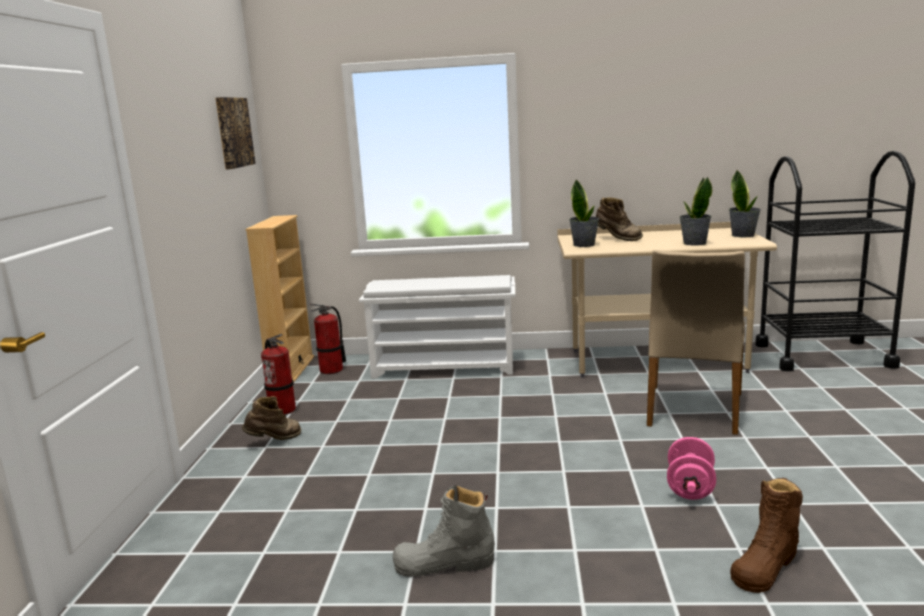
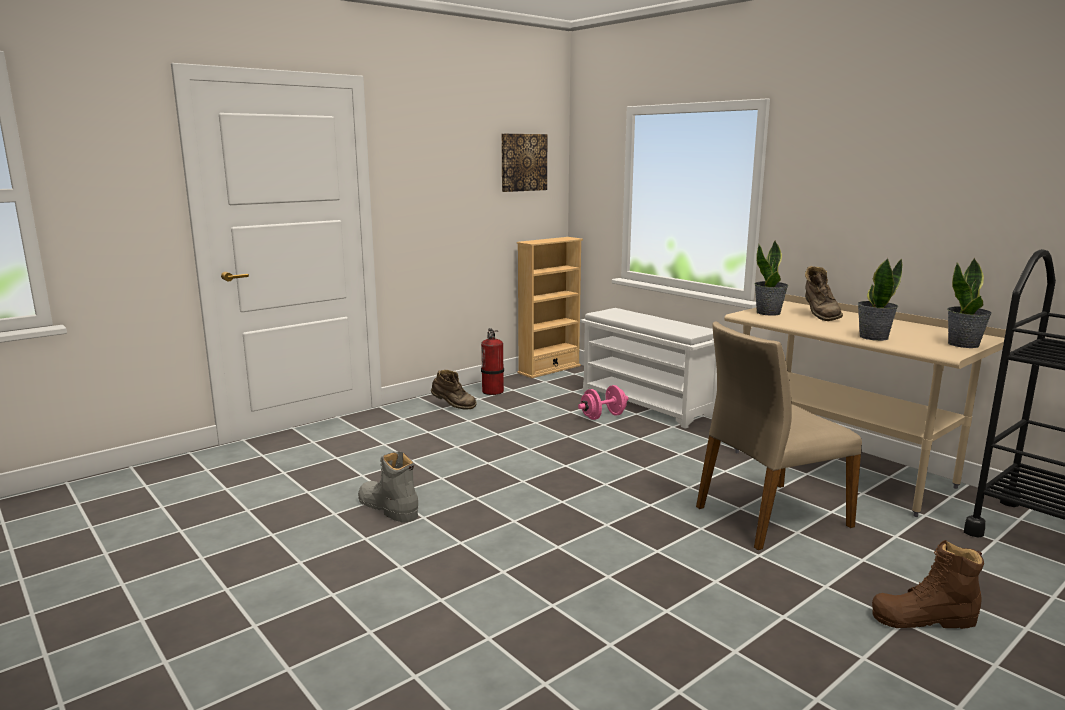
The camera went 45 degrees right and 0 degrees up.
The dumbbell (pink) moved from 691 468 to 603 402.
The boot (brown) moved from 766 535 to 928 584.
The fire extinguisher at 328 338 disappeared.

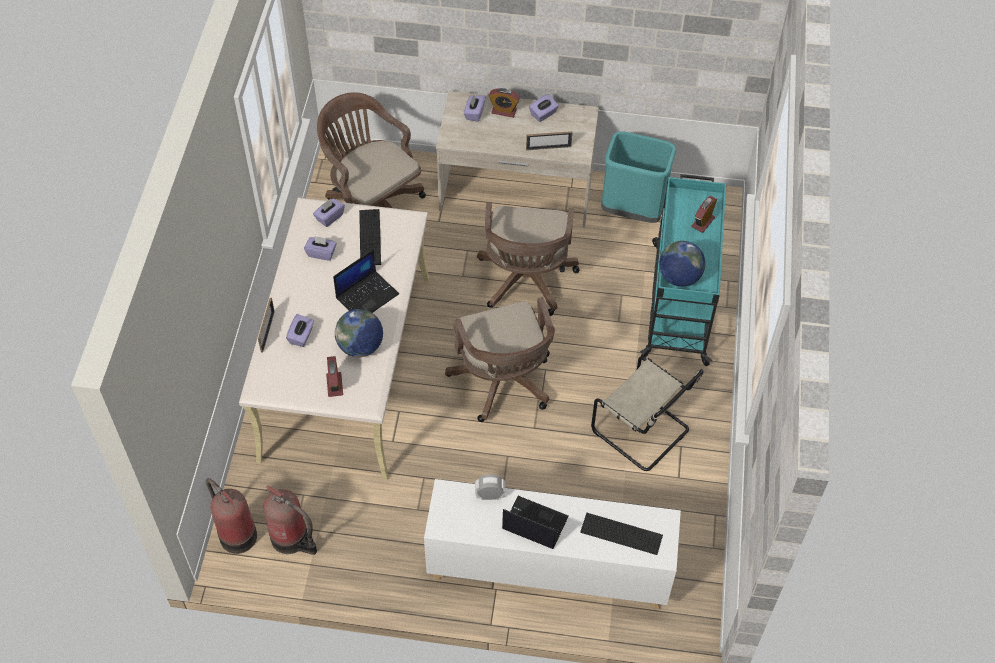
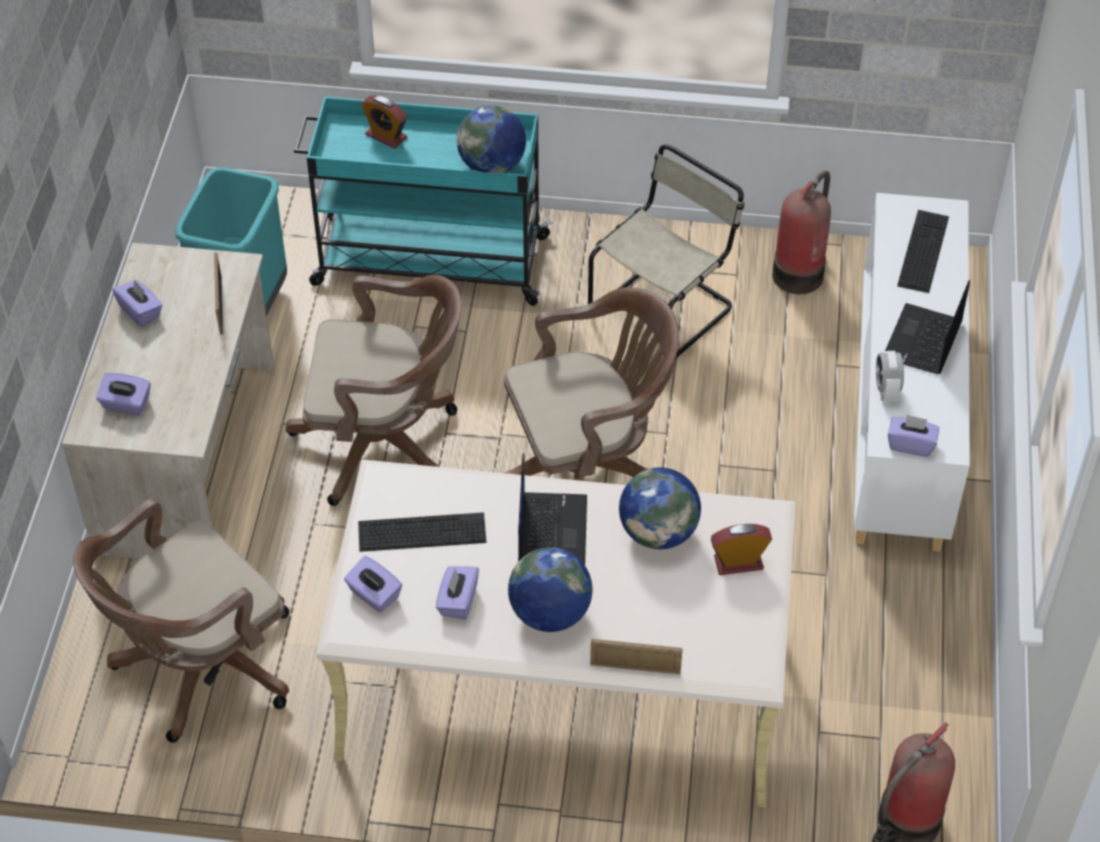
The camera went 90 degrees left and 5 degrees down.
The globe at 550 589 appeared.
The laptop at 366 281 turned 45 degrees clockwise.
The fire extinguisher moved from 290 520 to 801 232.
The tissue box (purple) moved from 300 330 to 913 435.
The alarm clock at 504 103 disappeared.

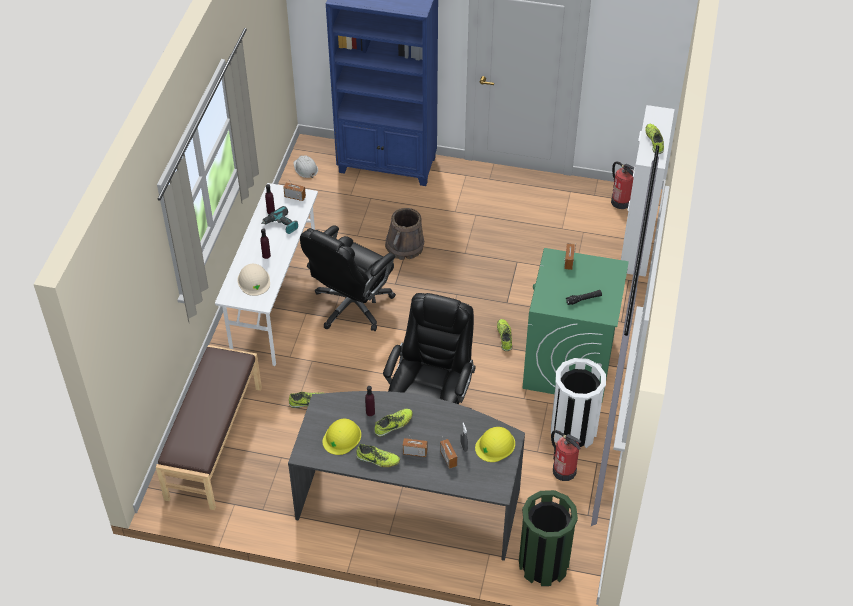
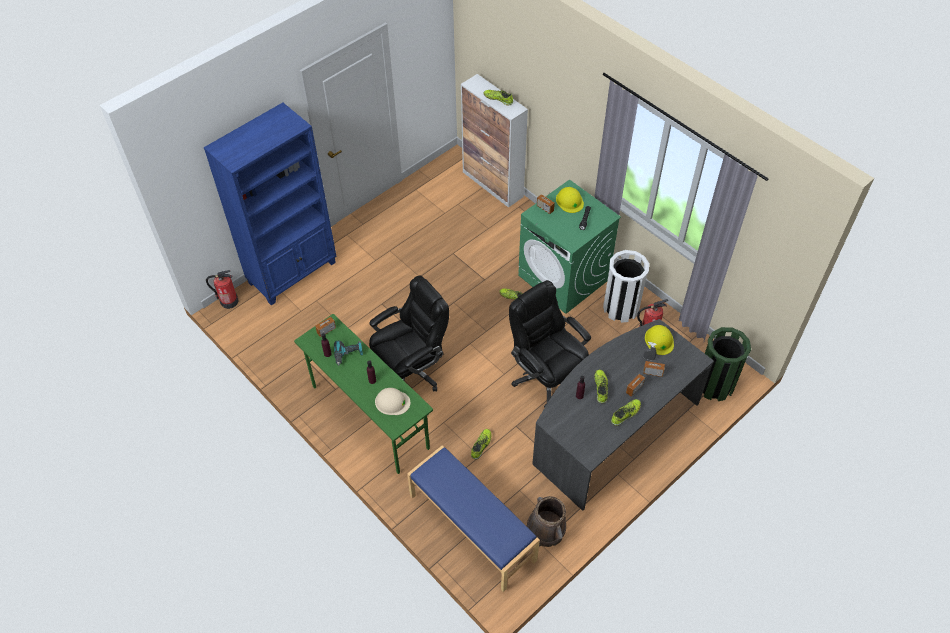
The camera went 55 degrees left and 5 degrees up.
The fire extinguisher moved from 622 185 to 222 289.
The desk (white) at 266 274 became the desk (green) at 363 394.
The office chair (black) at 348 278 turned 105 degrees counterclockwise.
The bench (brown) at 209 427 became the bench (blue) at 473 518.
The bucket (brown) moved from 404 234 to 546 521.
The hard hat (yellow) moved from 342 437 to 570 200.
The hard hat (white) at 305 166 disappeared.

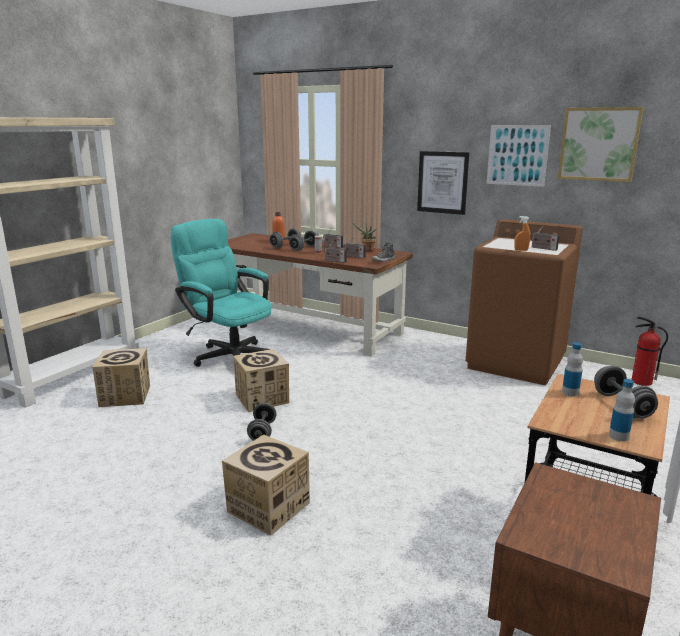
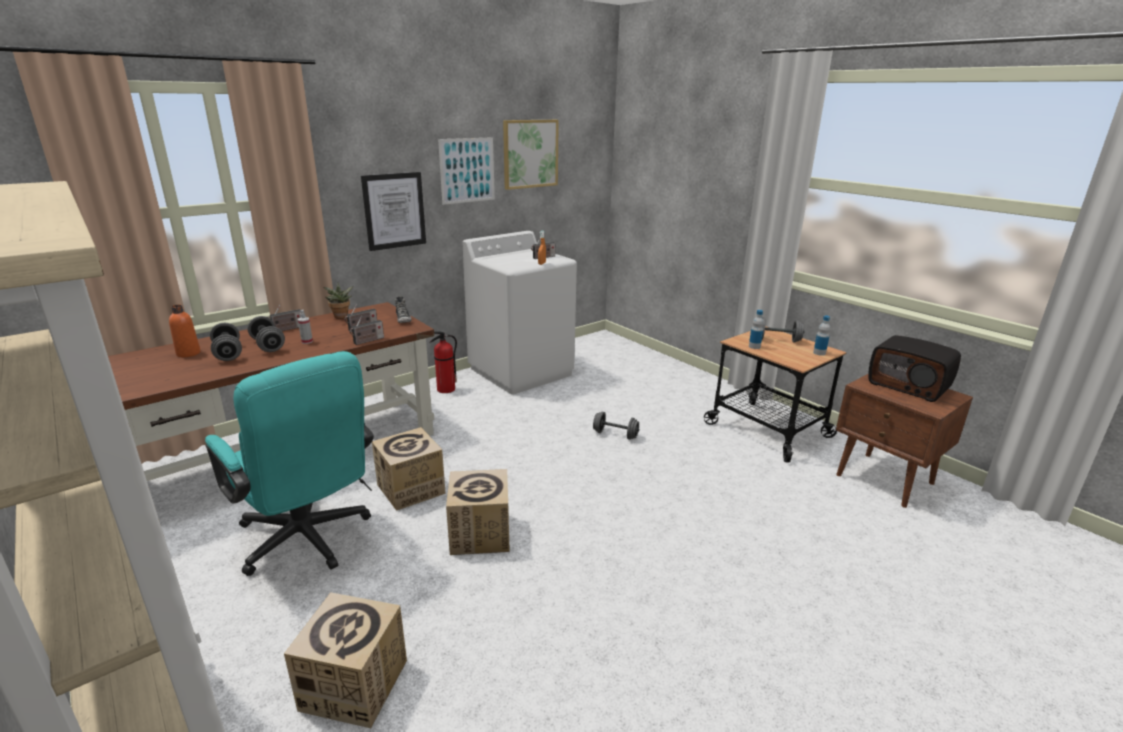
The camera went 70 degrees left and 5 degrees up.
The office chair (turquoise) at 221 293 turned 105 degrees counterclockwise.
The cardboard box moved from 266 485 to 409 469.
The fire extinguisher moved from 650 351 to 443 362.
The washing machine (brown) at 524 302 became the washing machine (white) at 520 313.
The dumbbell (grey) moved from 262 422 to 616 426.
The radio at 914 368 appeared.

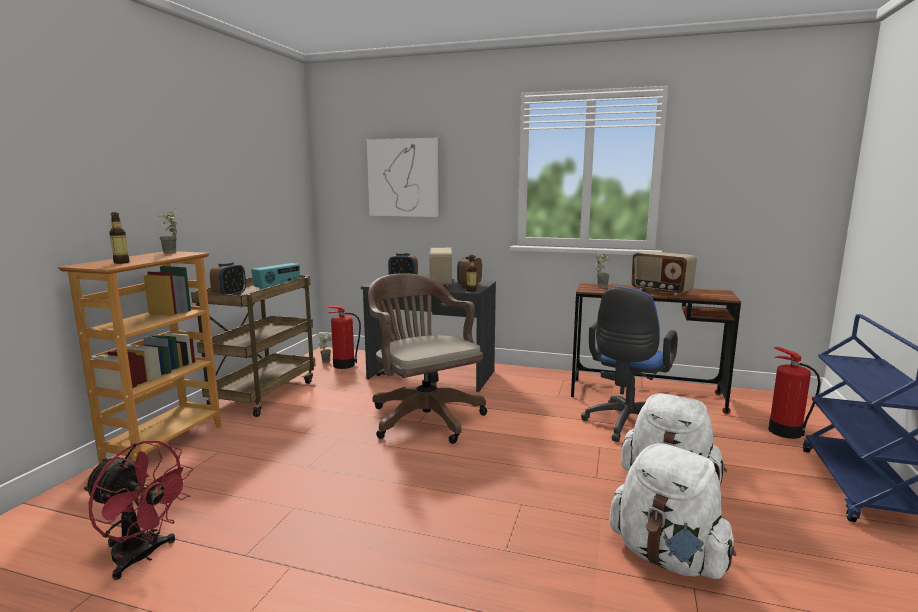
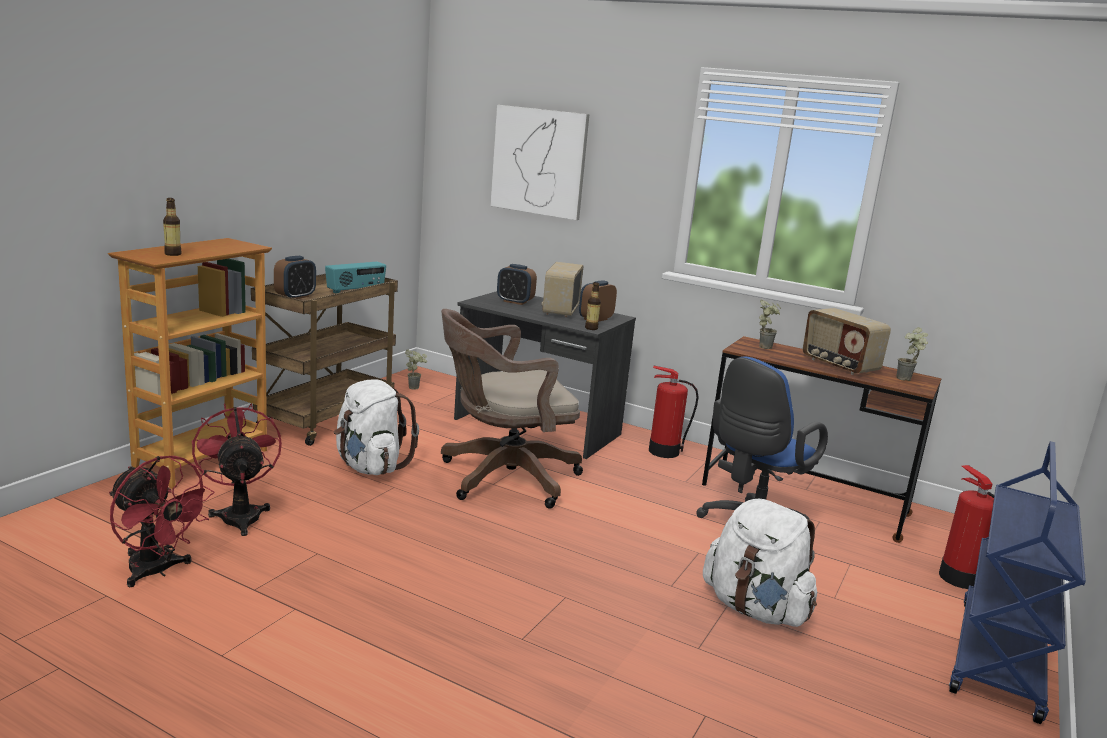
The camera went 10 degrees right and 5 degrees up.
The fan (red) at 237 470 appeared.
The backpack (white) moved from 672 511 to 376 427.
The office chair (brown) at 427 358 turned 90 degrees counterclockwise.
The fire extinguisher moved from 343 337 to 674 412.
The potted plant moved from 168 230 to 912 354.

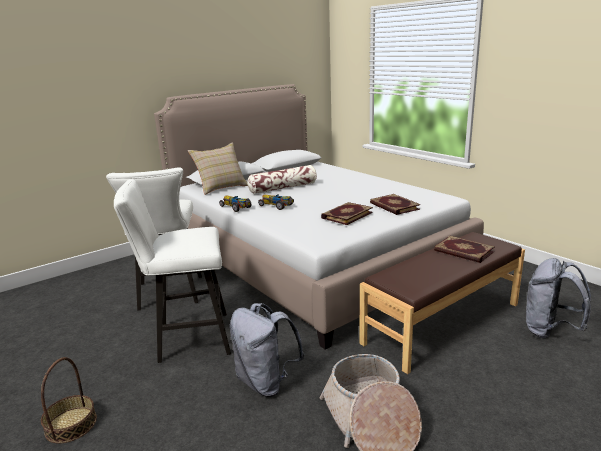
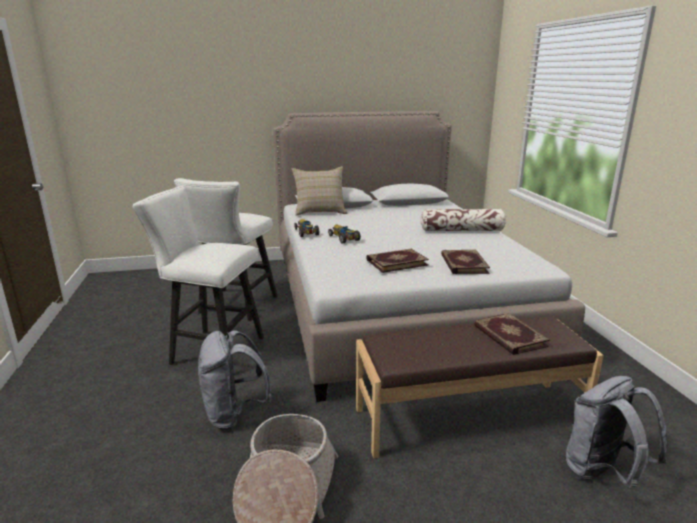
The camera went 25 degrees right and 0 degrees up.
The pillow moved from 282 179 to 463 220.
The basket at 69 400 disappeared.

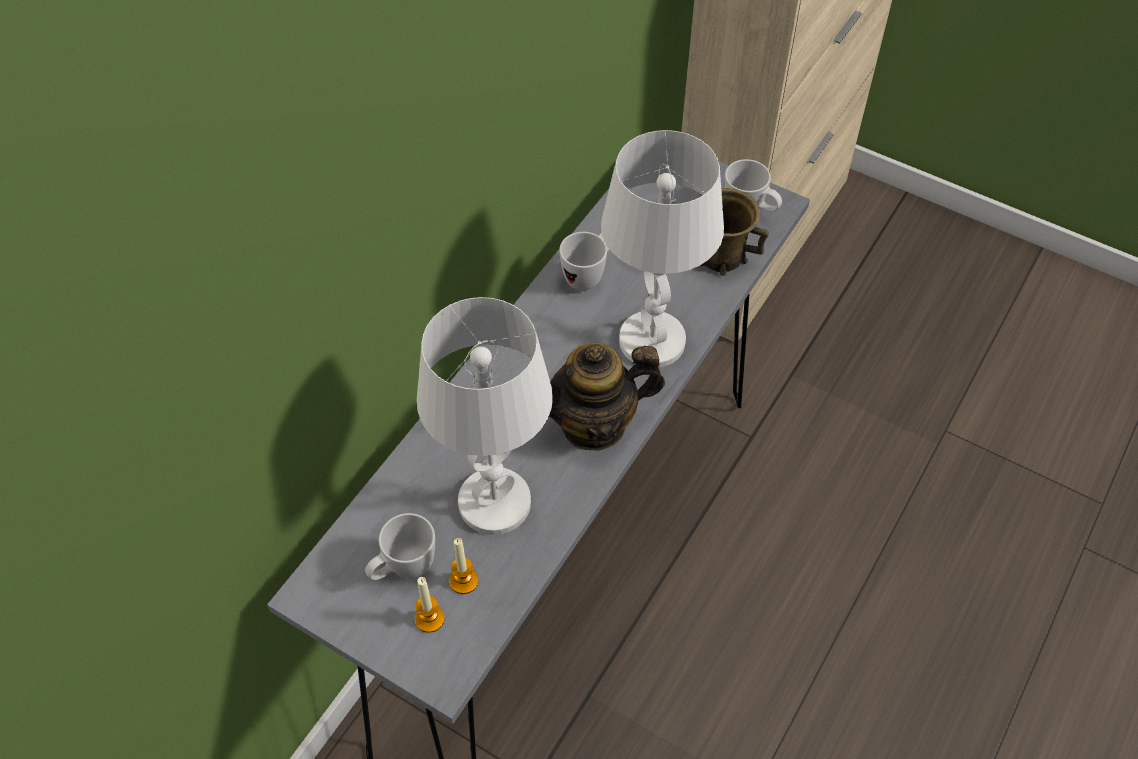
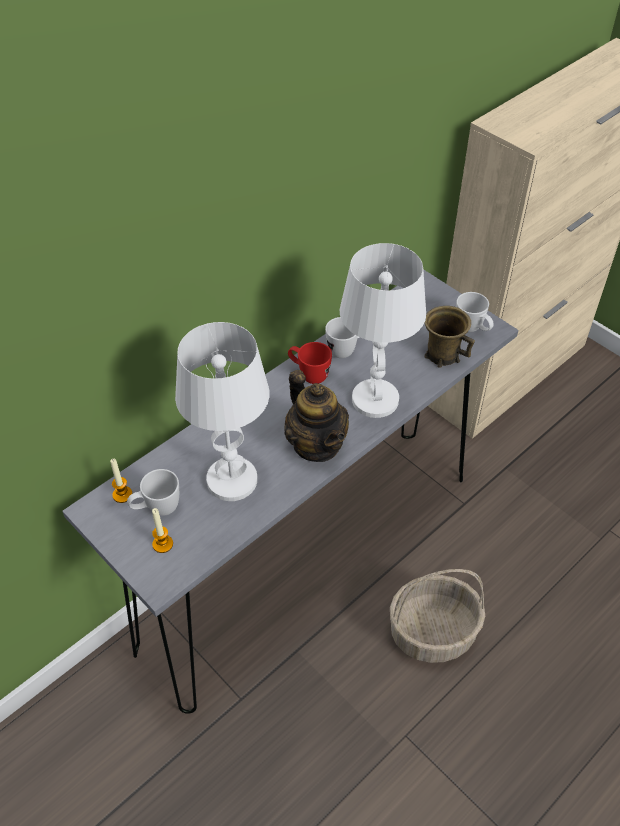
The camera went 15 degrees right and 5 degrees down.
The candle moved from 463 566 to 121 481.
The teapot at 607 397 turned 120 degrees counterclockwise.
The mug (red) at 310 363 appeared.
The basket at 437 616 appeared.

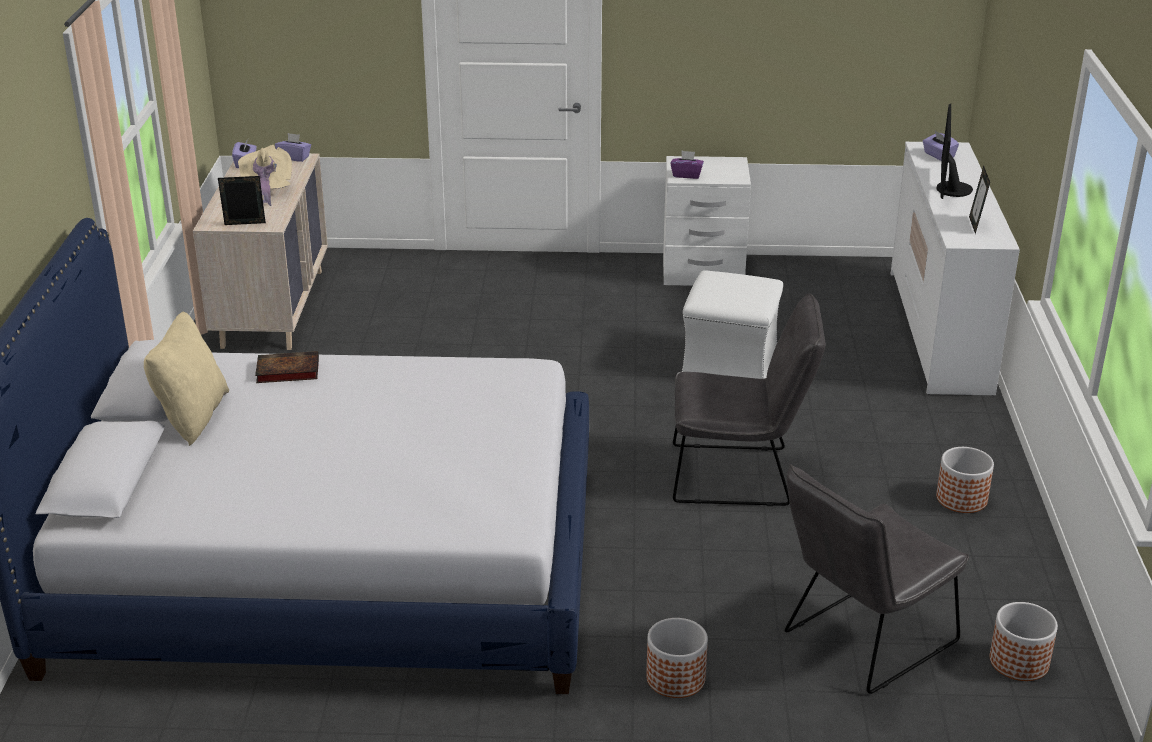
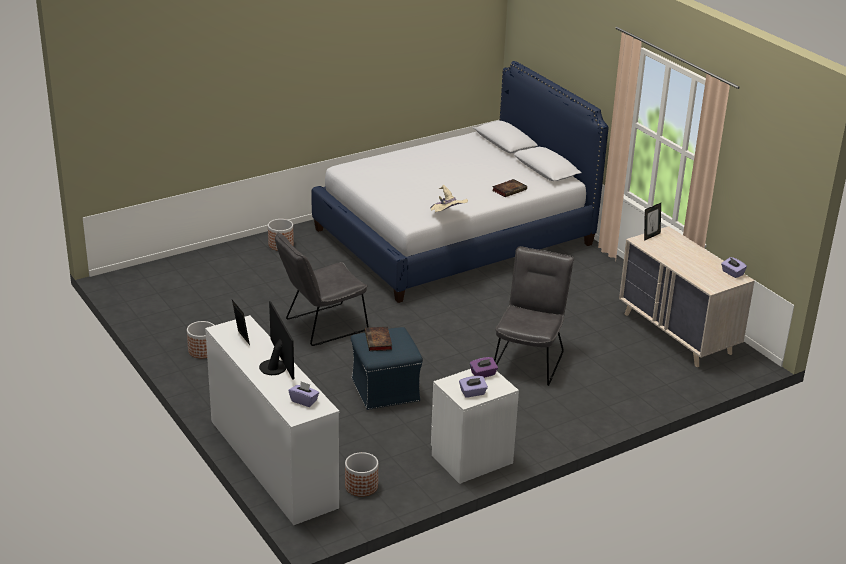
The camera went 145 degrees right and 0 degrees up.
The planter moved from 1024 641 to 361 474.
The ottoman (white) at 732 324 became the ottoman (blue) at 386 368.
The book at 378 339 appeared.
The hat (beige) moved from 265 175 to 449 198.
The tissue box (purple) moved from 293 147 to 473 387.
The chair (grey) moved from 877 579 to 534 316.
The pillow (beige) at 186 378 disappeared.

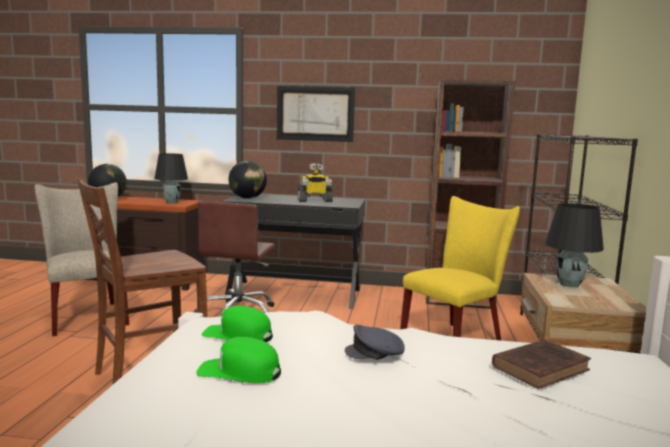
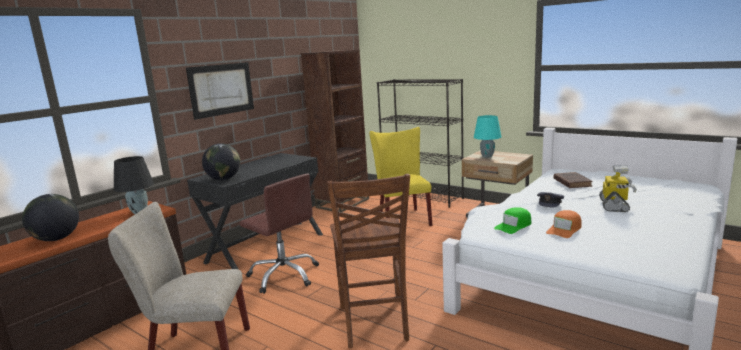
The camera went 60 degrees left and 5 degrees up.
The table lamp (black) at 574 245 became the table lamp (turquoise) at 487 136.
The cap (green) at 238 360 became the cap (orange) at 563 224.
The toy robot moved from 315 182 to 618 188.

